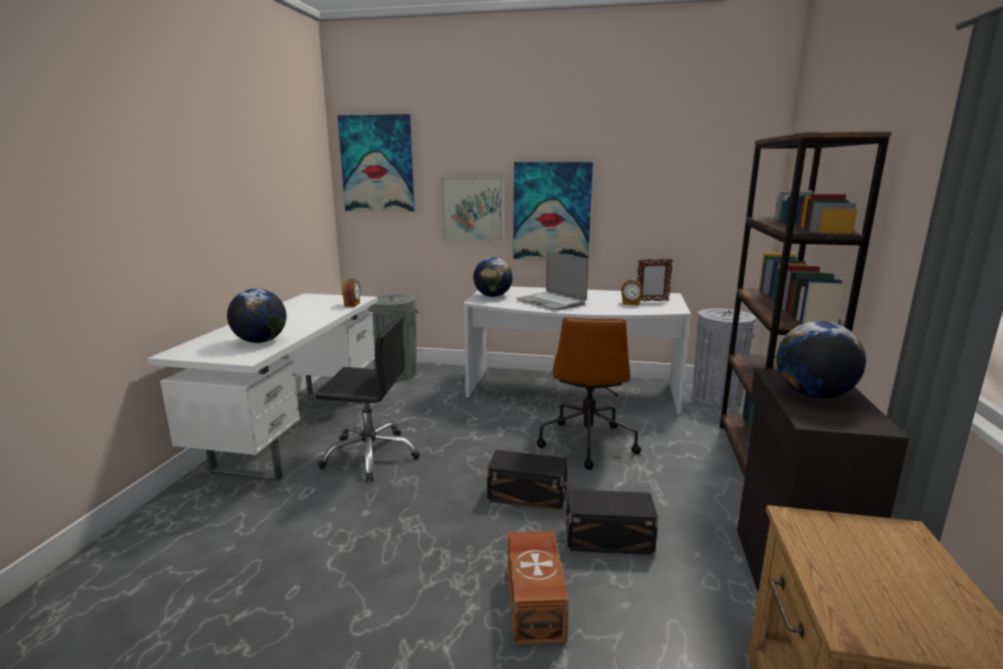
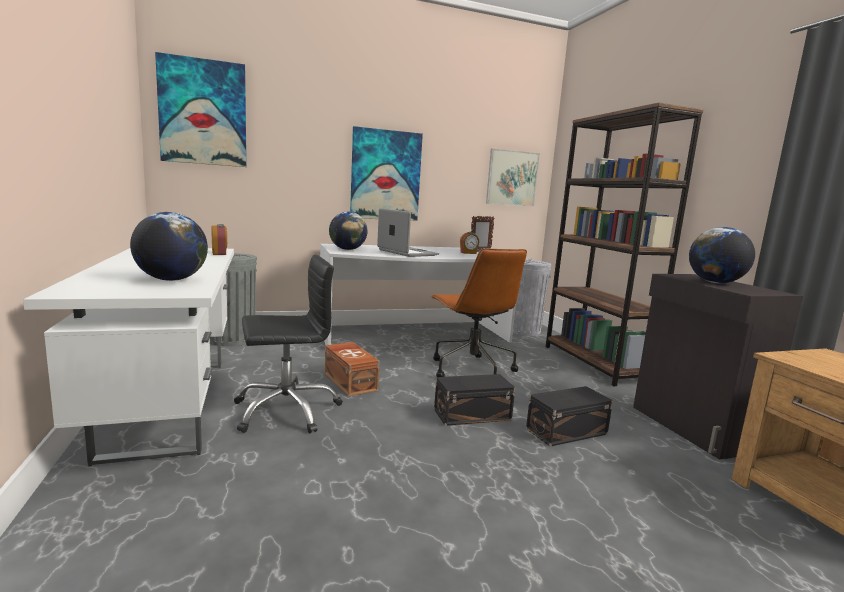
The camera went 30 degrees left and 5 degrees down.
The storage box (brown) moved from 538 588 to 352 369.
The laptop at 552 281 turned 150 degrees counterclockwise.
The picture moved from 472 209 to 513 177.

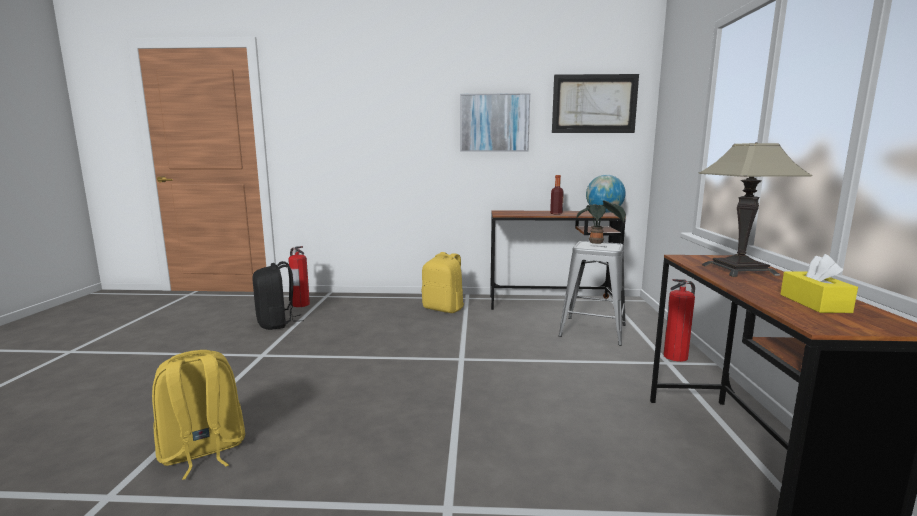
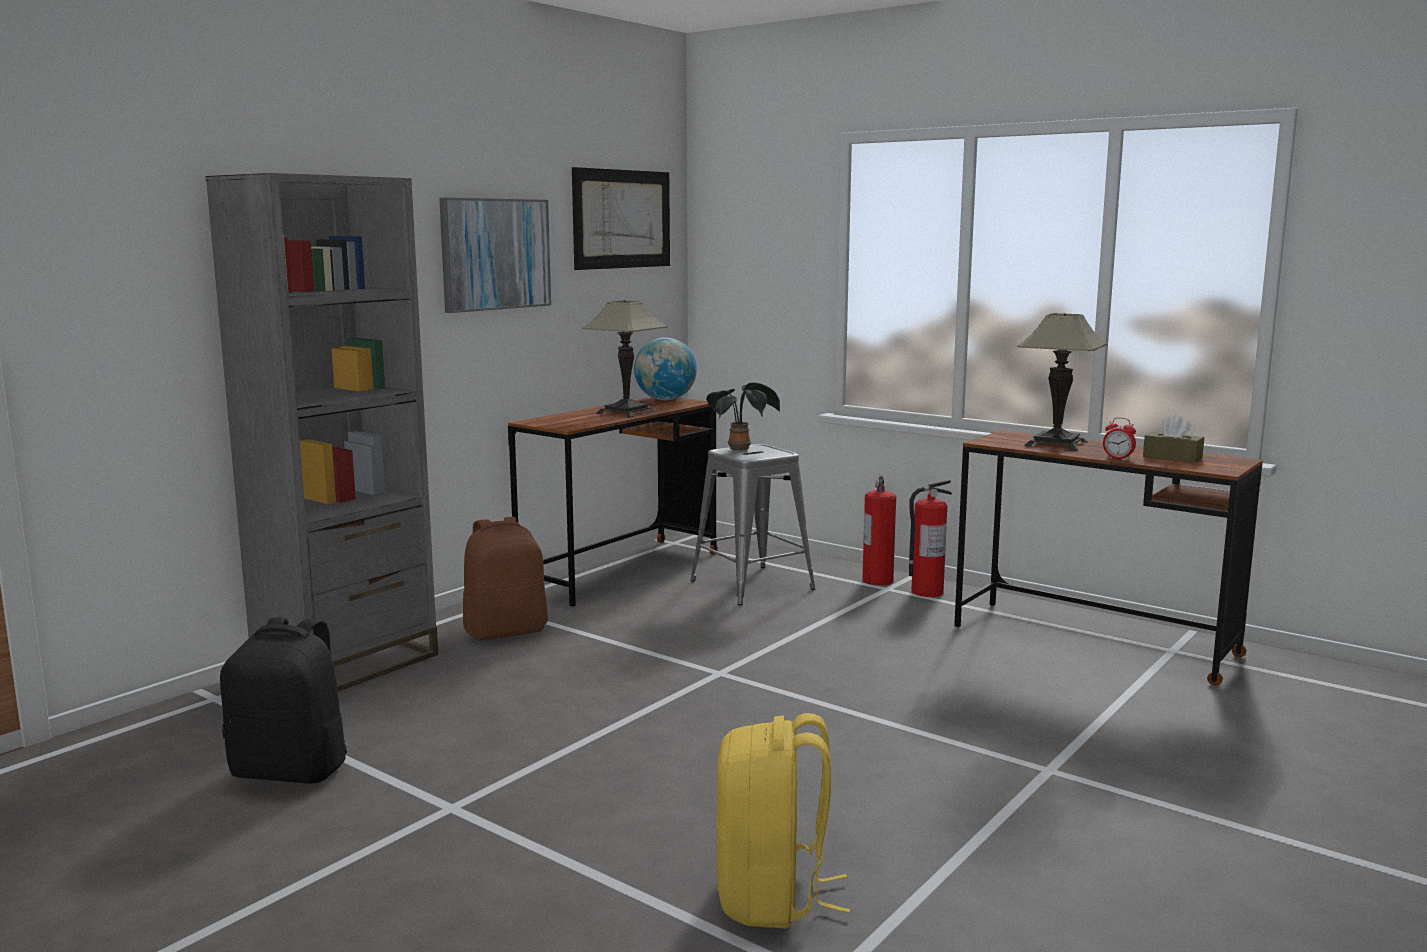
The camera went 55 degrees left and 0 degrees up.
The bookcase (grey) at 322 432 appeared.
The backpack (yellow) at 443 282 became the backpack (brown) at 505 578.
The bottle at 557 195 was replaced by the table lamp at 625 359.
The fire extinguisher moved from 299 276 to 930 538.
The alarm clock at 1119 438 appeared.
The tissue box (yellow) at 819 283 became the tissue box (brown) at 1173 439.

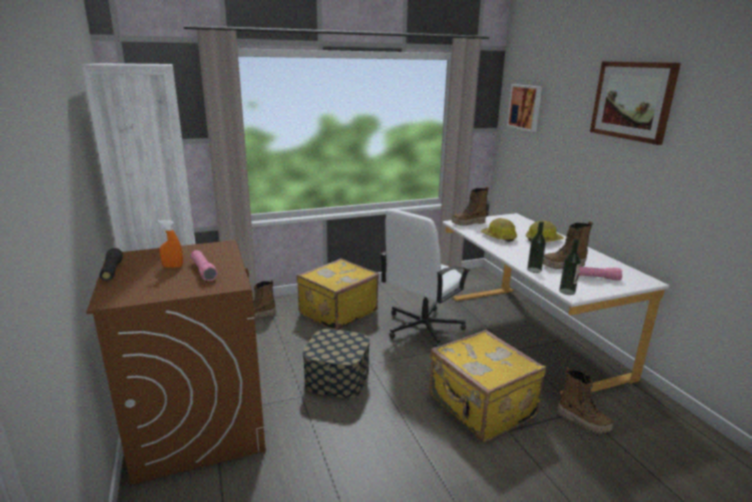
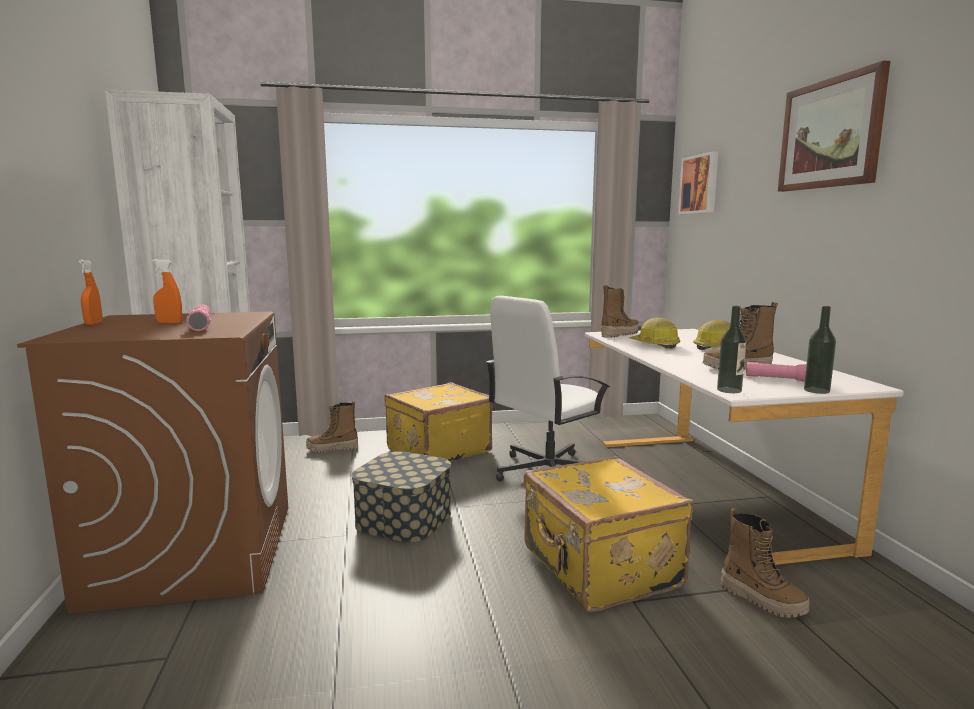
The camera went 10 degrees right and 10 degrees down.
The flashlight (black) at 111 264 was replaced by the spray bottle (orange) at 90 292.
The boot at 470 206 turned 150 degrees clockwise.
The bottle moved from 536 247 to 820 350.

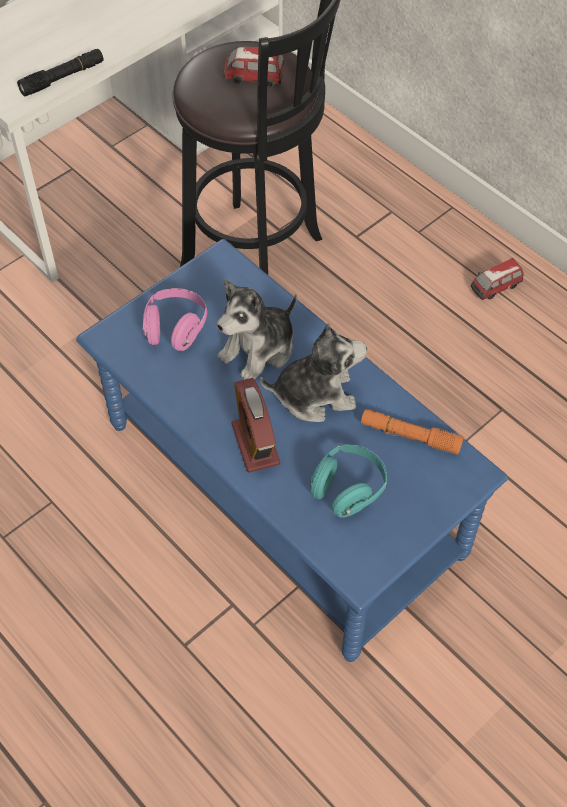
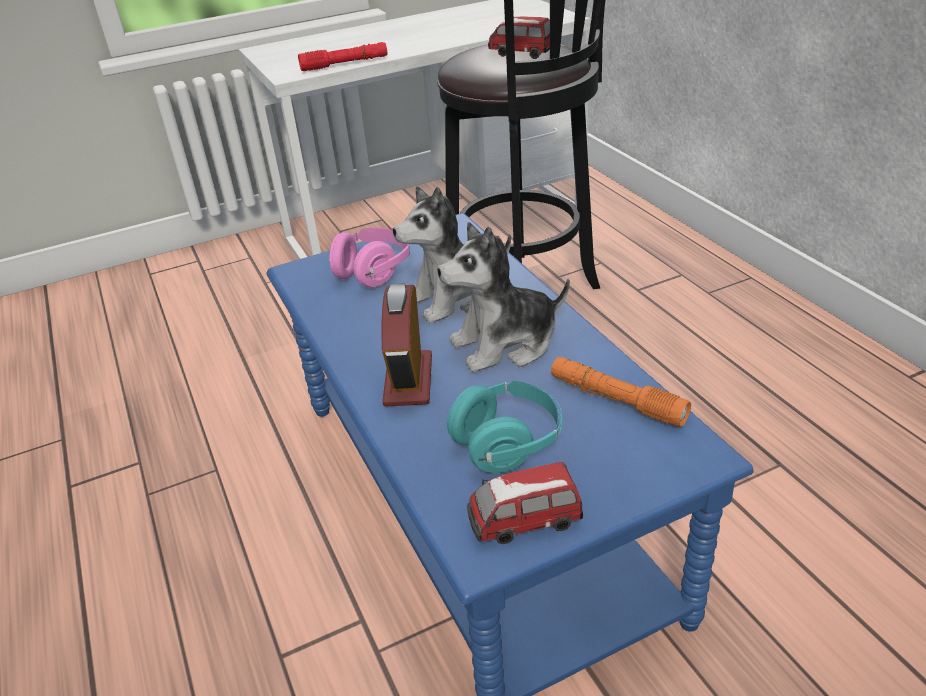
The camera went 20 degrees right and 20 degrees down.
The flashlight (black) at 60 72 became the flashlight (red) at 342 56.
The plush toy at 313 372 turned 150 degrees clockwise.
The toy car moved from 497 279 to 525 503.

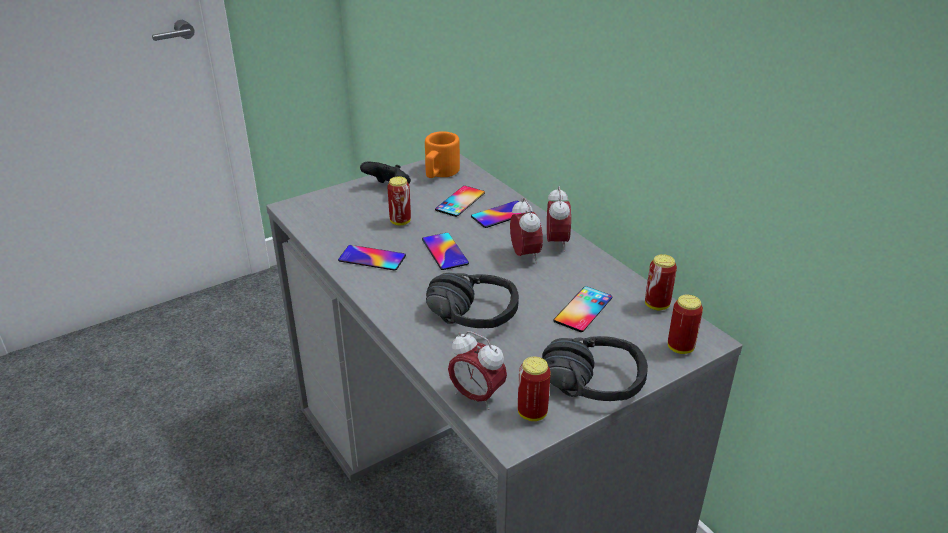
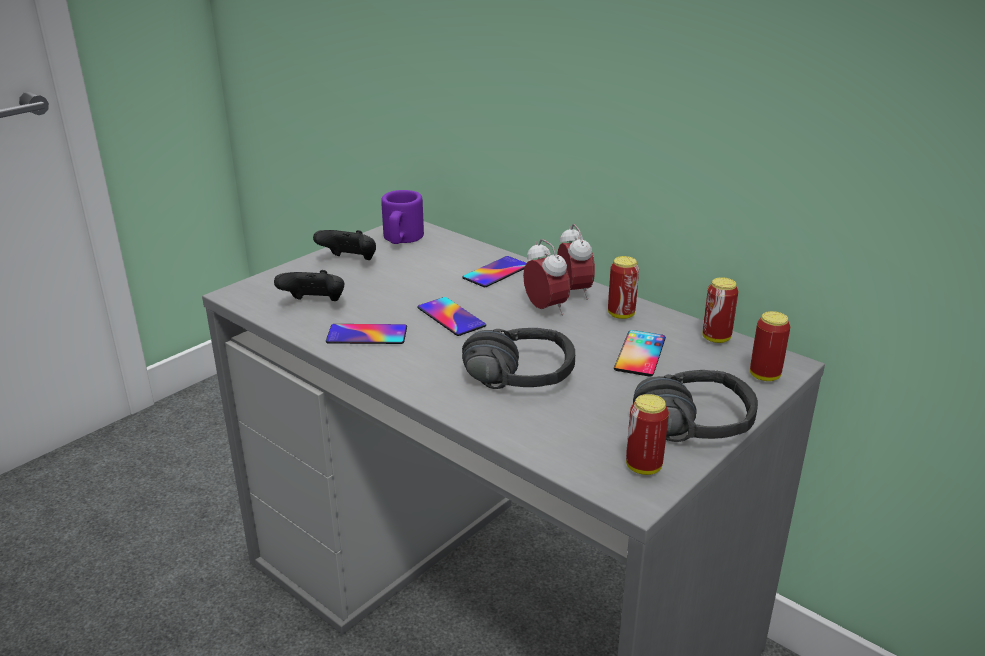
The camera went 15 degrees left and 5 degrees down.
The game controller (black) at 309 285 appeared.
The mug (orange) at 442 154 became the mug (purple) at 402 217.
The can moved from 399 200 to 623 287.
The phone at 460 201 disappeared.
The alarm clock at 477 370 disappeared.

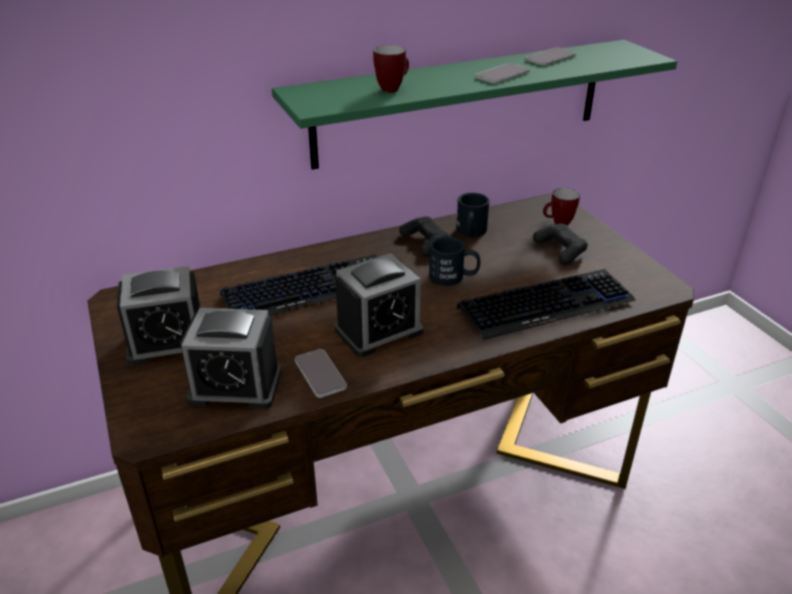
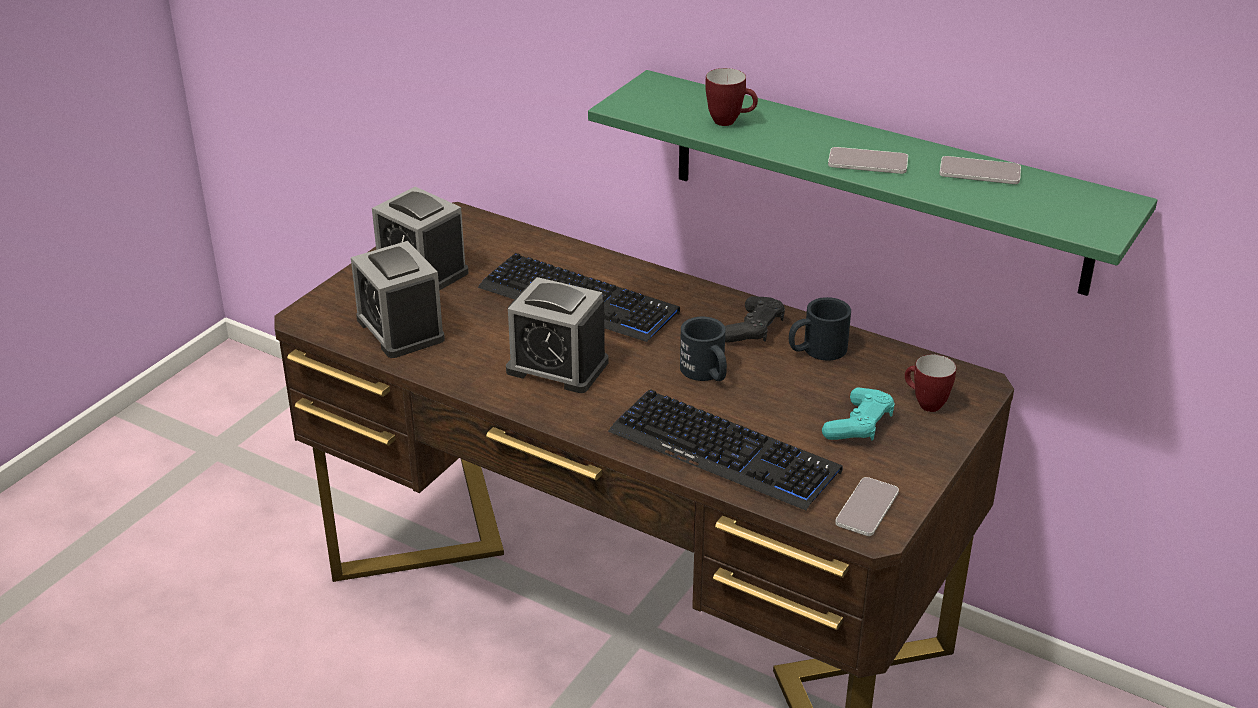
The camera went 55 degrees right and 0 degrees up.
The game controller (black) at 560 244 became the game controller (turquoise) at 858 414.
The phone moved from 321 373 to 867 506.

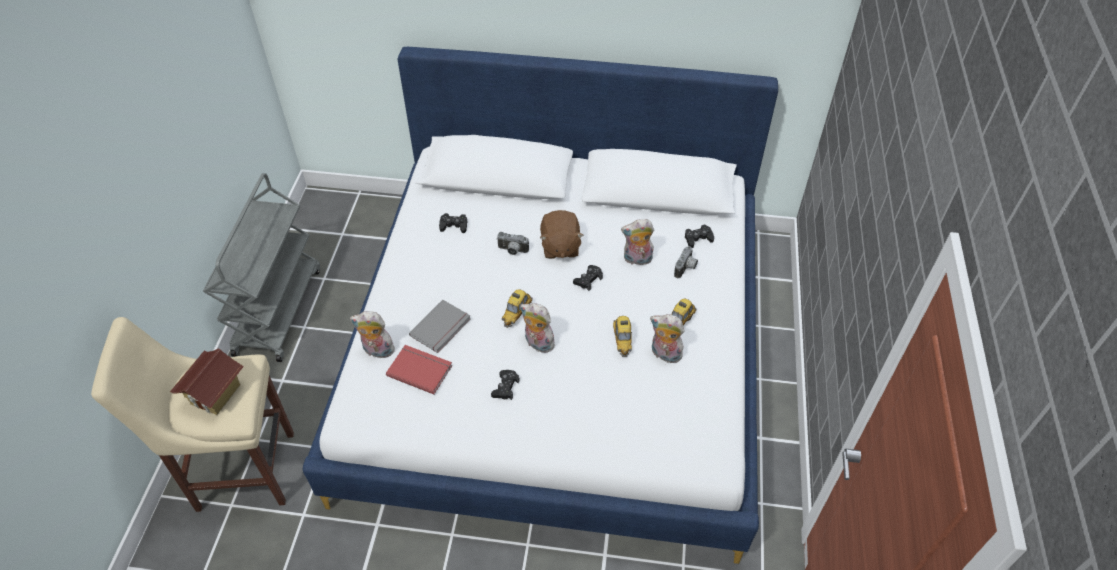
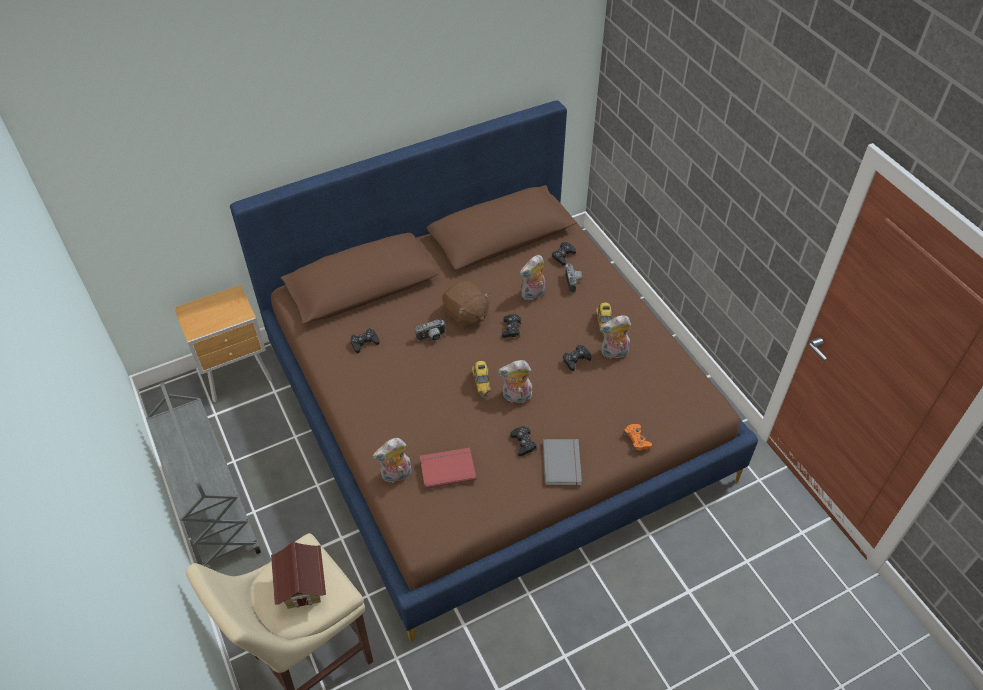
The camera went 35 degrees left and 0 degrees up.
The nightstand (brown) at 223 343 appeared.
The bed (white) at 540 305 became the bed (brown) at 494 370.
The book (grey) moved from 440 326 to 562 462.
The toy car at 622 336 was replaced by the game controller (black) at 577 358.
The game controller (orange) at 637 438 appeared.

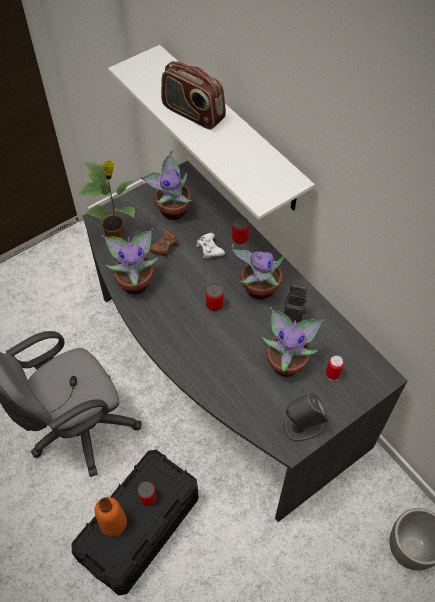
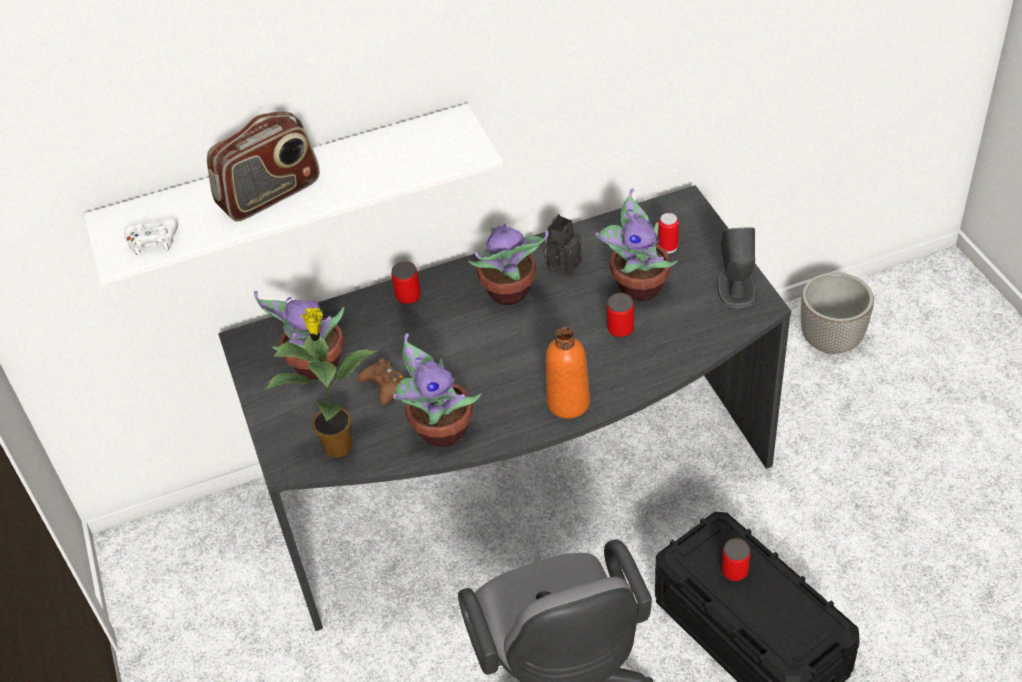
The camera went 70 degrees left and 10 degrees down.
The game controller (white) moved from 211 246 to 151 236.
The bottle (orange) moved from 111 517 to 568 373.
The can moved from 215 297 to 620 315.

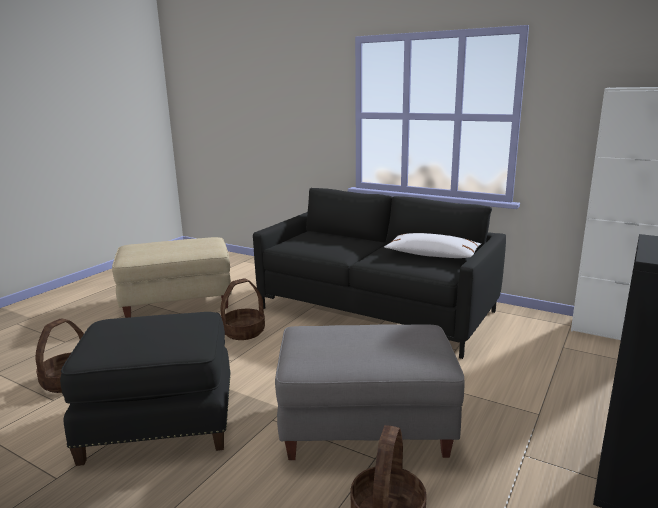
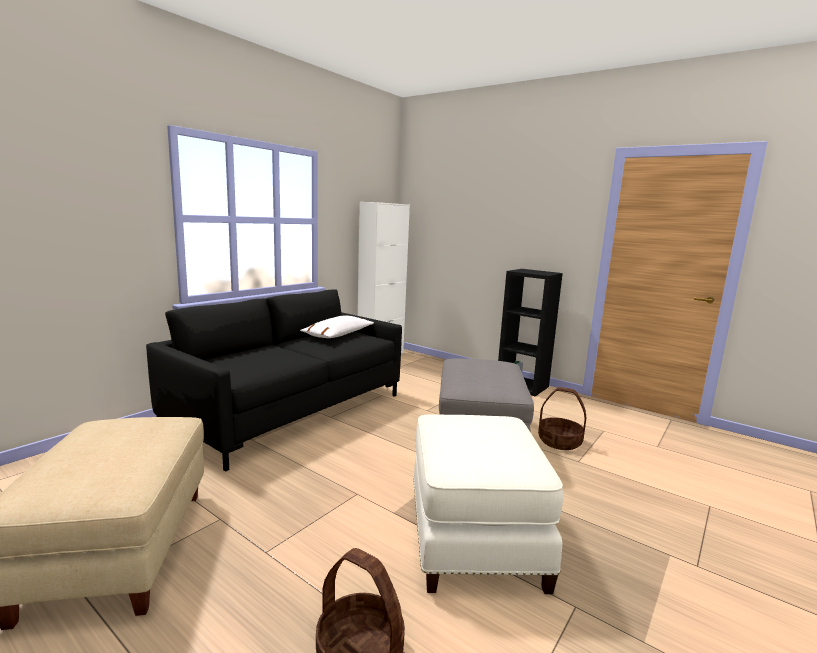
The camera went 85 degrees left and 5 degrees down.
The ottoman (black) at 145 389 became the ottoman (white) at 488 504.
The basket at 242 309 disappeared.

